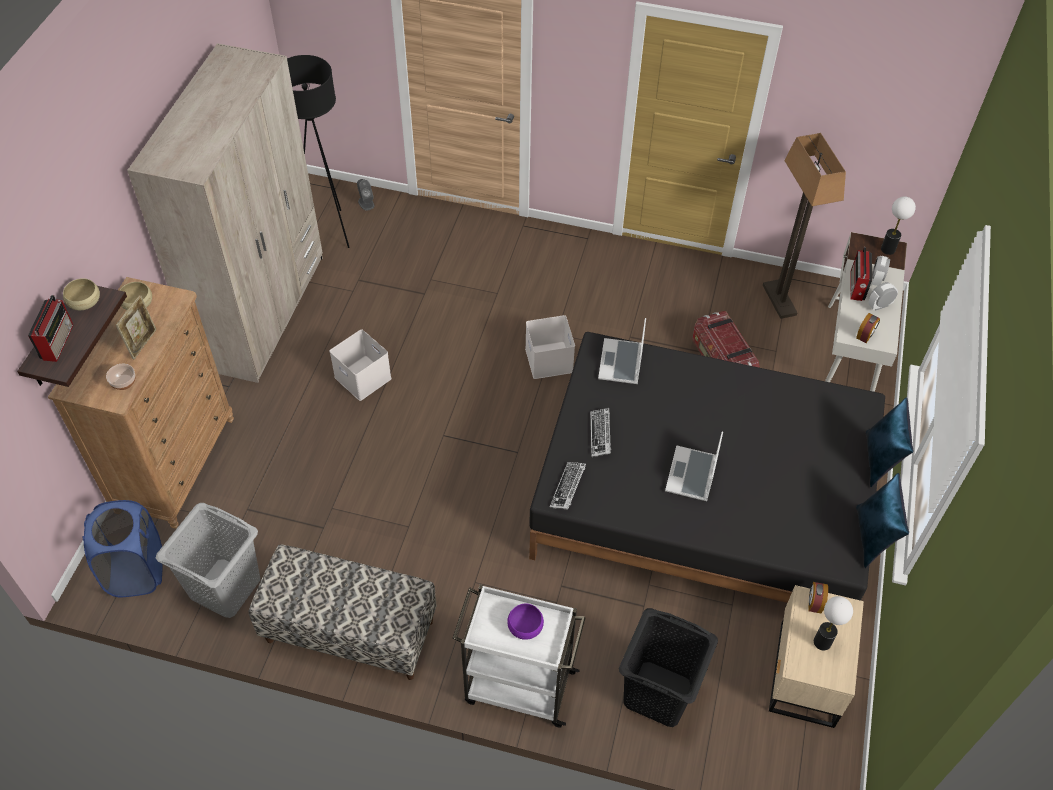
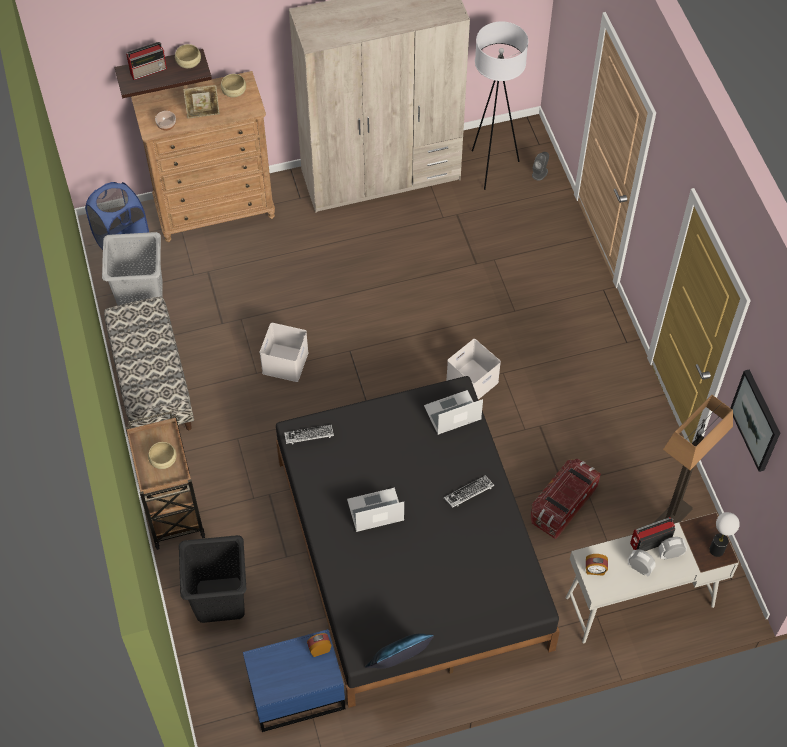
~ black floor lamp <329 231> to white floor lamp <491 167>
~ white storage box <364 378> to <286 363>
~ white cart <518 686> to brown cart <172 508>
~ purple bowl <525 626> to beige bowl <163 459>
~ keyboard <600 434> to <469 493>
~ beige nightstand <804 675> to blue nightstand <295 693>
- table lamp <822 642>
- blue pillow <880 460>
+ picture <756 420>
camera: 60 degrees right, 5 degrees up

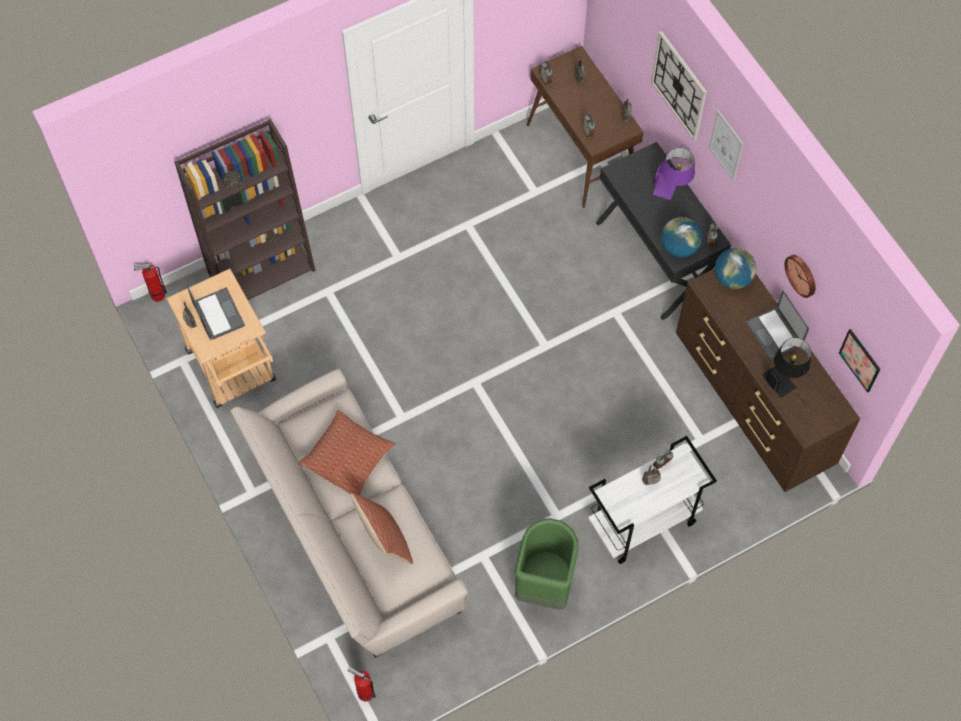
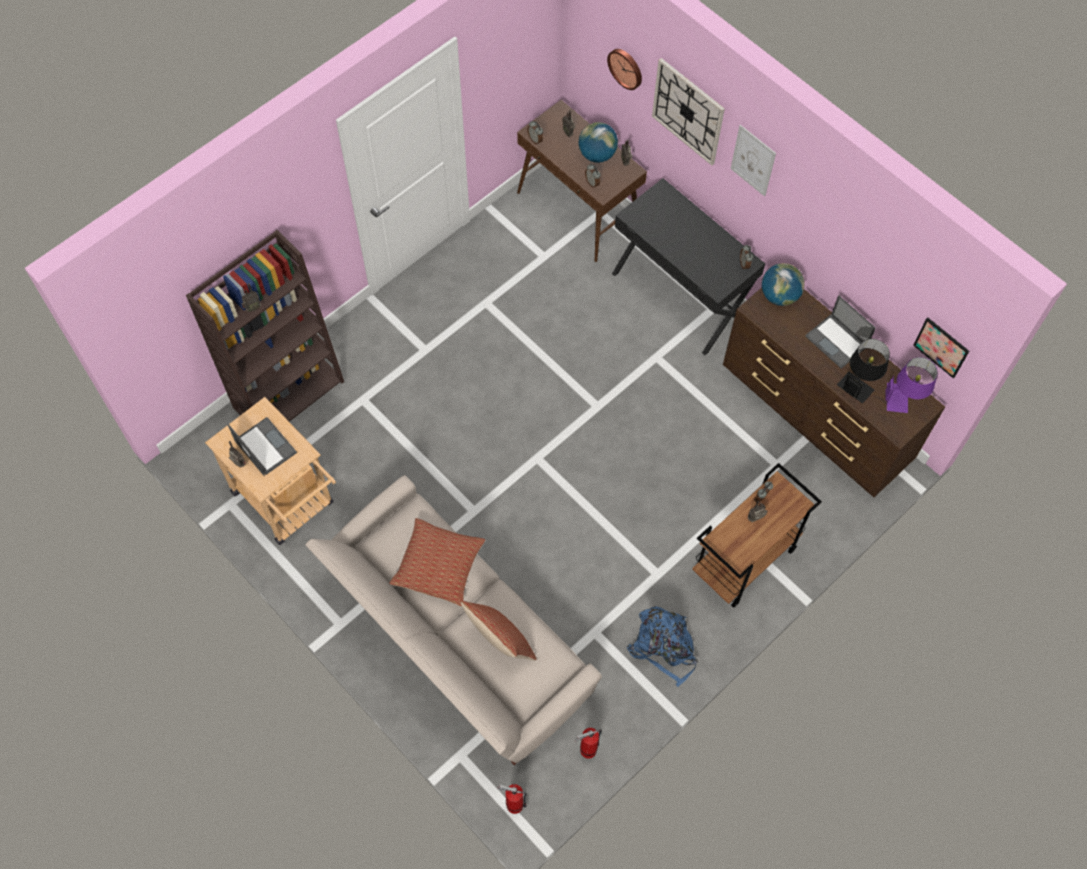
~ fire extinguisher <156 295> to <586 751>
~ green trash can <544 585> to blue backpack <664 647>
~ white cart <642 523> to brown cart <744 561>
~ purple table lamp <672 187> to <904 398>
~ globe <679 247> to <597 154>
~ wall clock <802 275> to <626 68>
camera: 15 degrees left, 0 degrees up

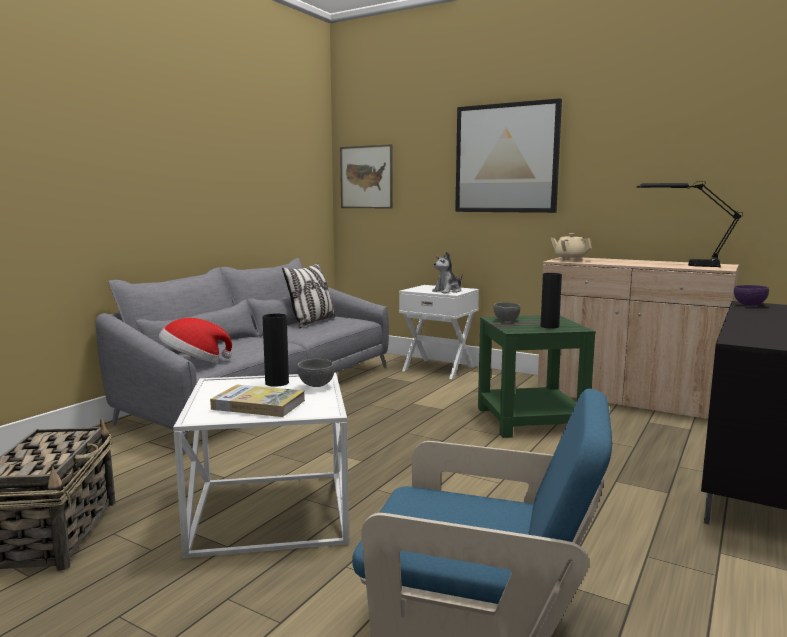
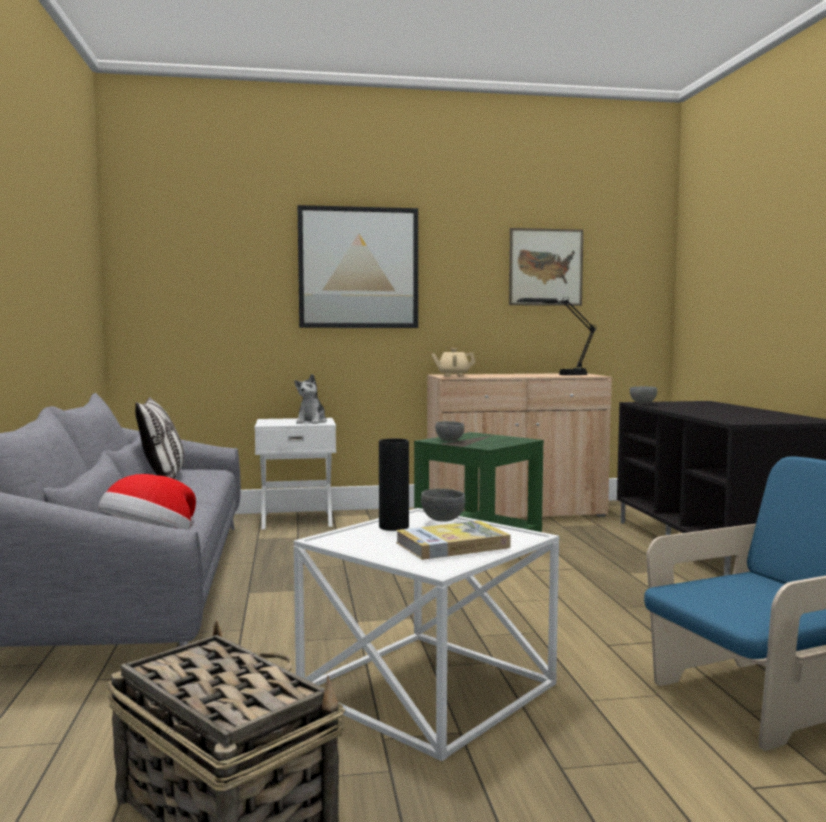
~ picture <366 177> to <545 267>
- black vase <549 326>
~ purple bowl <750 305> to grey bowl <643 403>
camera: 40 degrees left, 5 degrees down

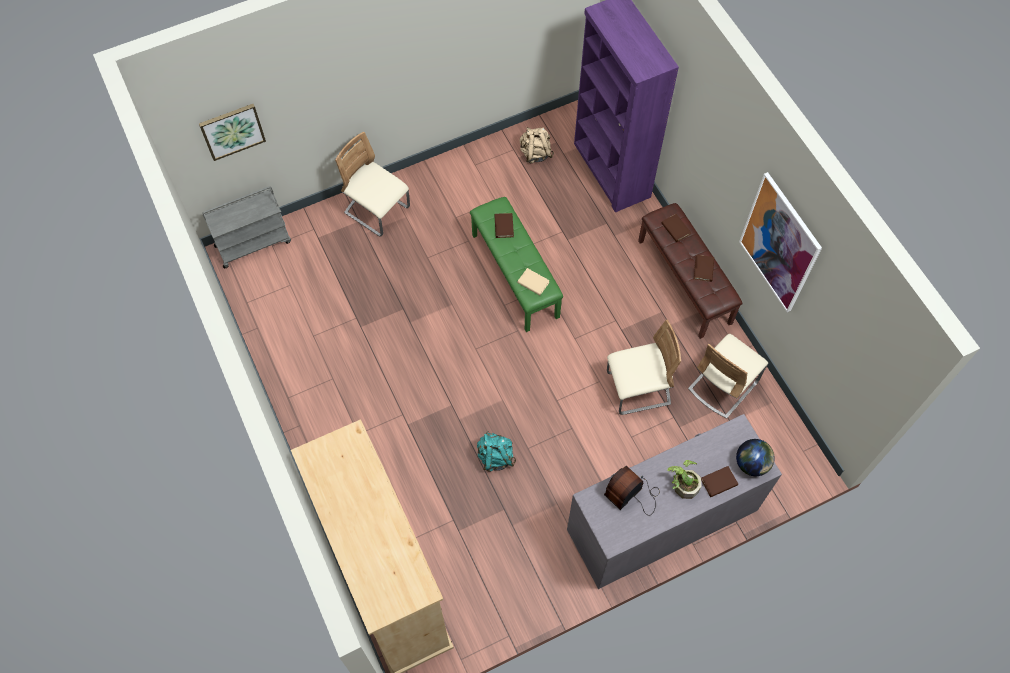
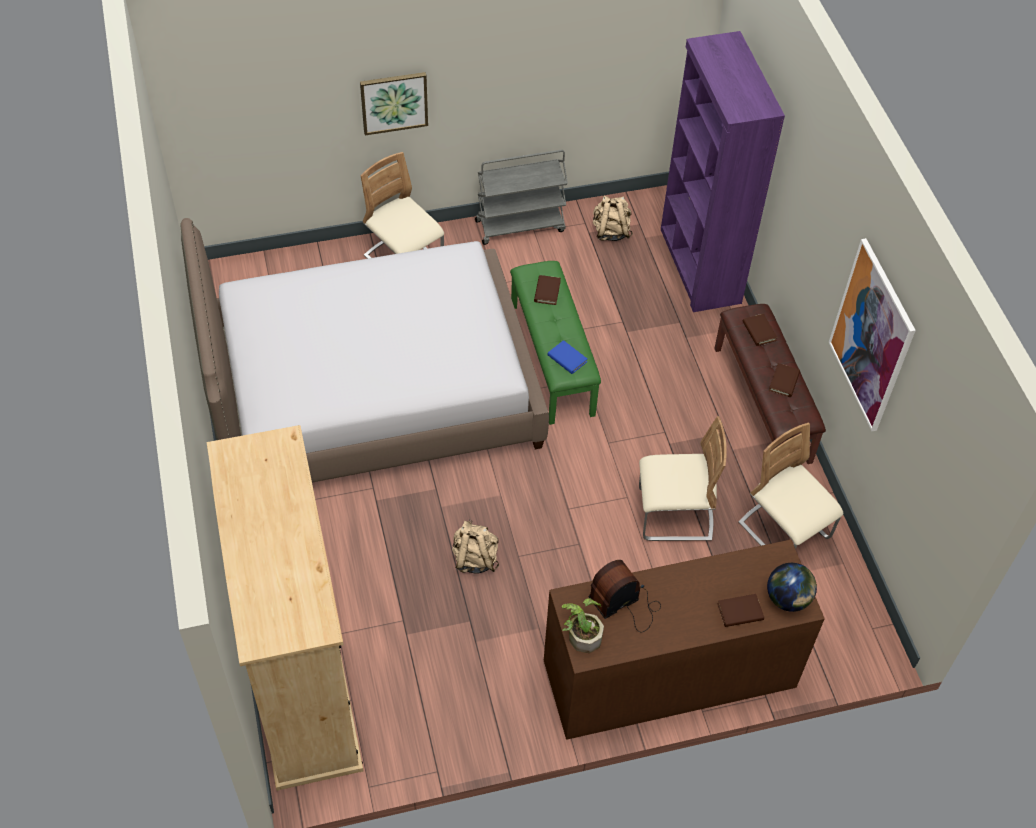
~ picture <232 131> to <394 102>
~ grey cart <253 243> to <520 225>
~ turquoise backpack <495 457> to beige backpack <475 558>
~ beige book <533 283> to blue book <567 359>
~ grey dresser <662 519> to brown dresser <669 673>
~ potted plant <683 484> to <582 634>
~ beige chair <723 385> = <784 531> 90 degrees clockwise
+ bed <371 392>
camera: 10 degrees right, 10 degrees down

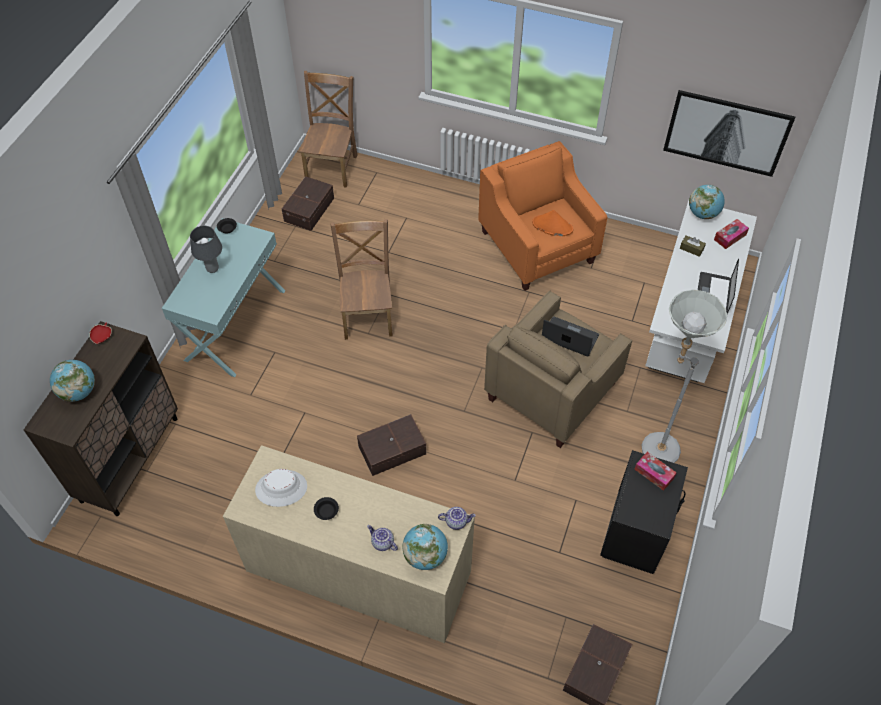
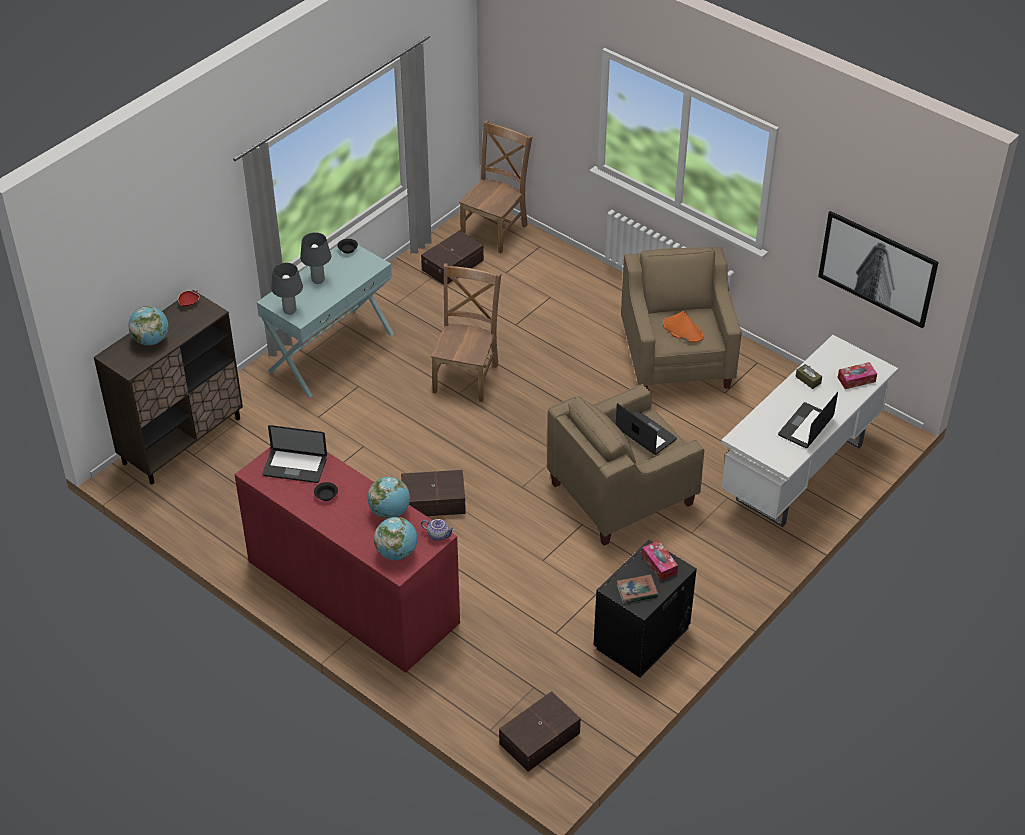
~ beige dresser <358 570> to red dresser <352 591>
~ white hat <281 488> to laptop <295 467>
- teapot <382 543>
~ orange armchair <537 246> to beige armchair <676 358>
- grey floor lamp <653 445>
~ globe <703 214> to <390 512>
+ grey table lamp <289 311>
+ book <637 591>
camera: 20 degrees right, 10 degrees down

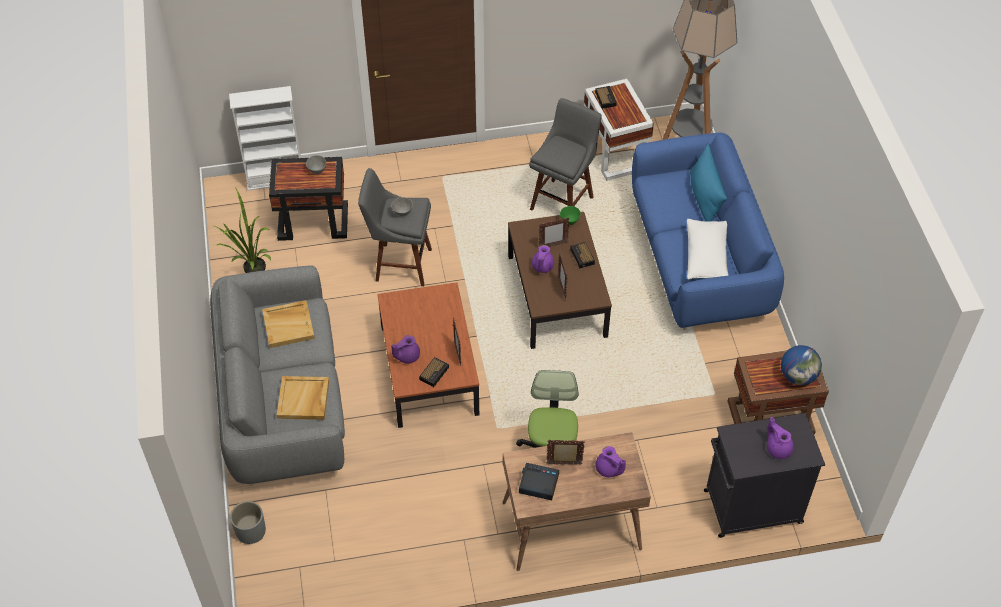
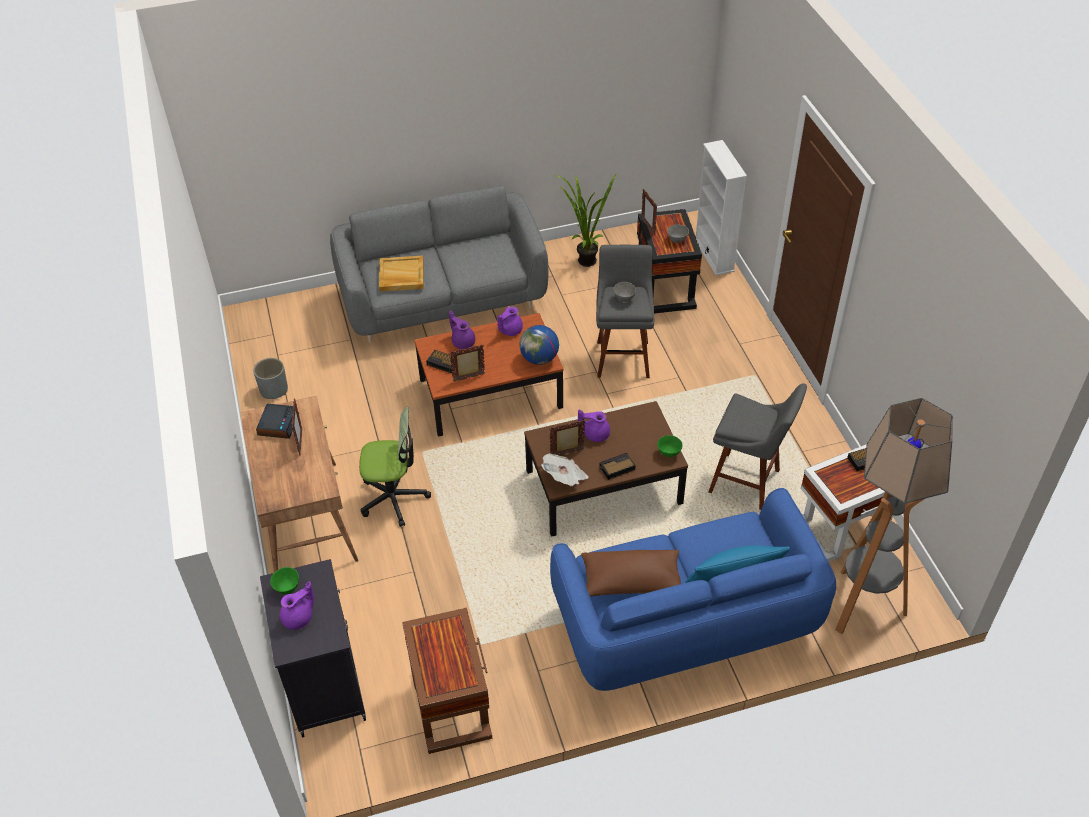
~ grey planter <250 531> to <274 390>
- beige tray <289 325>
~ picture frame <553 245> to <648 227>
~ purple teapot <609 469> to <509 330>
~ white pillow <706 257> to brown pillow <631 581>
~ globe <798 376> to <539 359>
+ green bowl <287 588>
+ newspaper <565 477>
camera: 85 degrees right, 5 degrees down

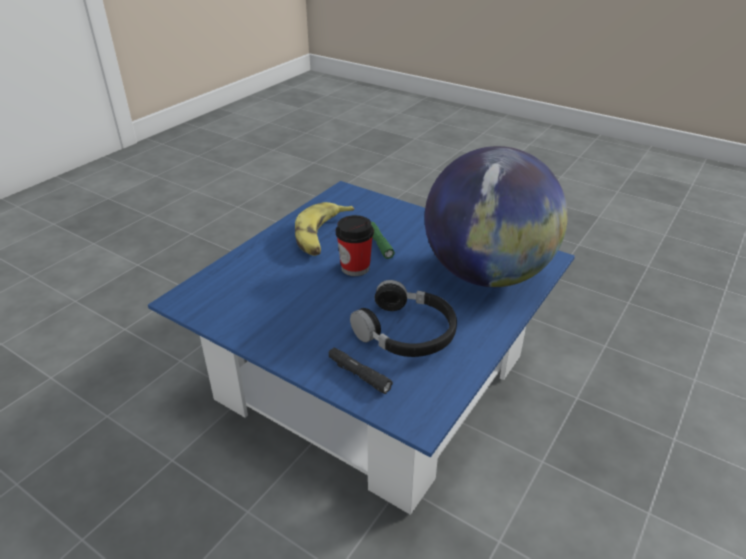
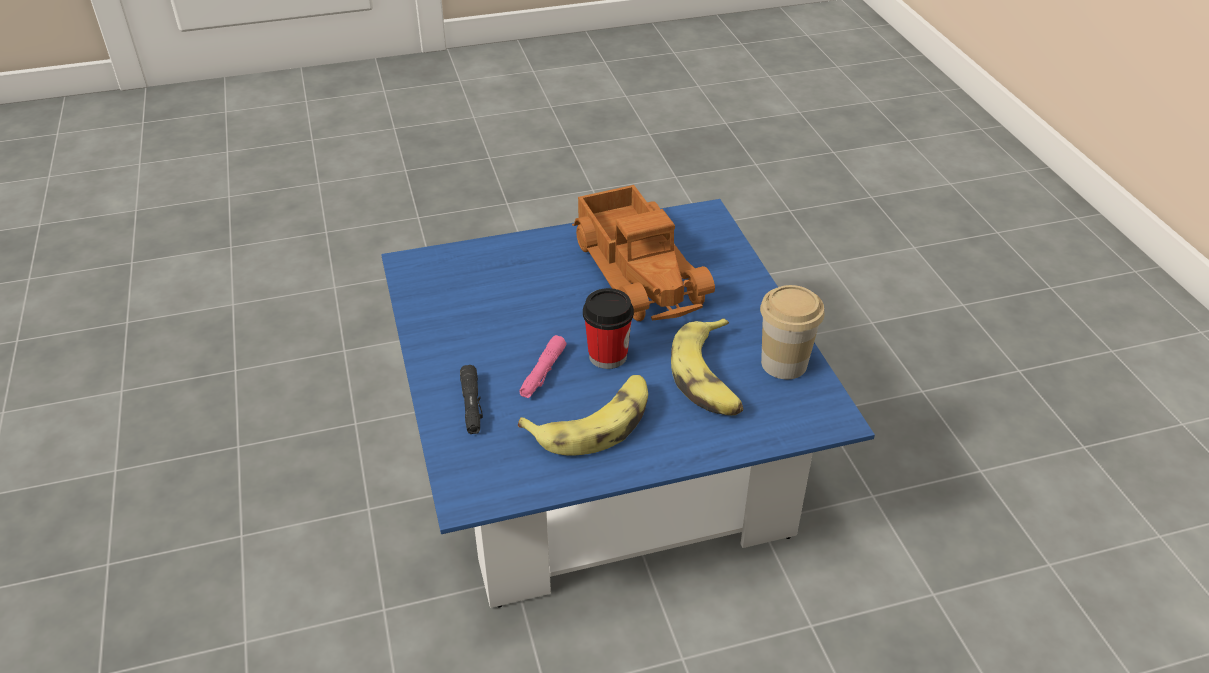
~ black flashlight <358 375> to <472 405>
~ black headphones <406 332> to toy truck <641 269>
~ green flashlight <379 244> to pink flashlight <543 373>
- globe <487 274>
+ banana <710 378>
+ cup <784 363>
camera: 140 degrees left, 5 degrees up

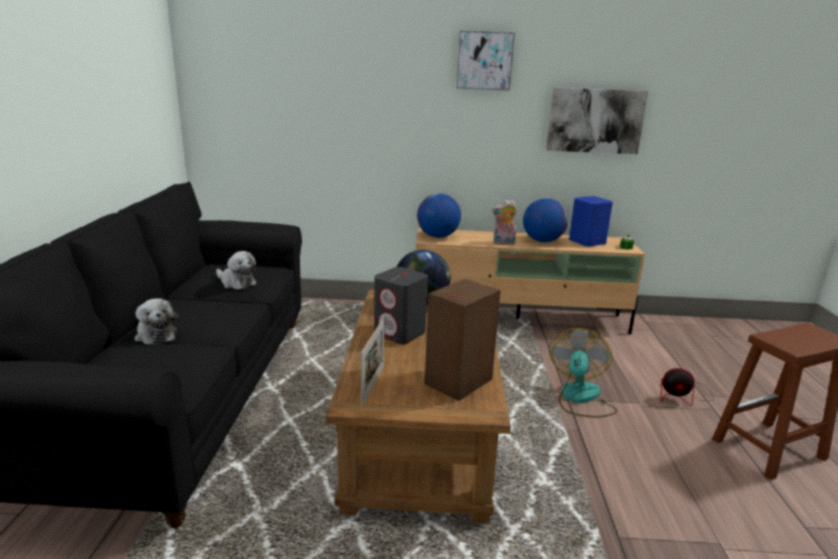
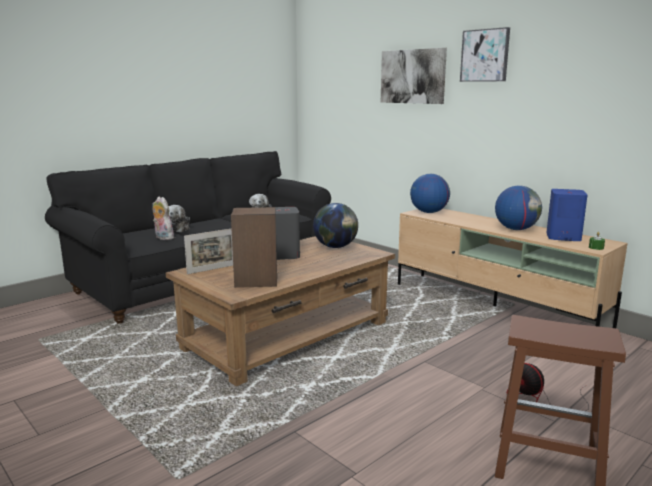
~ plush toy <503 243> to <162 238>
~ picture <595 120> to <413 76>
- fan <580 398>
camera: 45 degrees right, 5 degrees down

